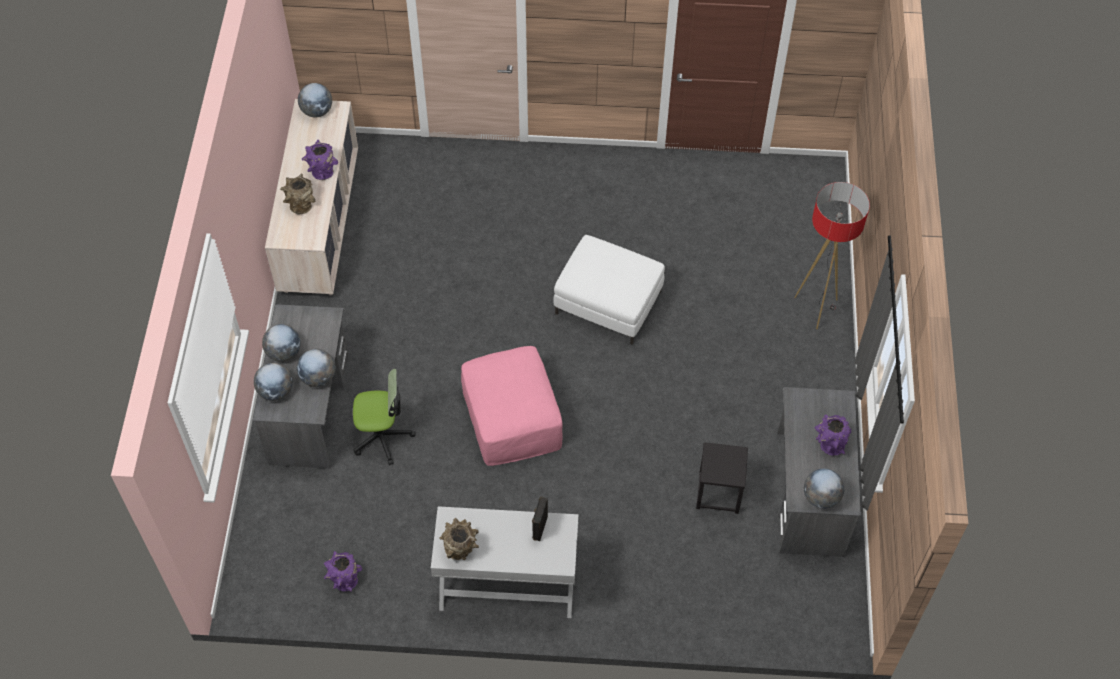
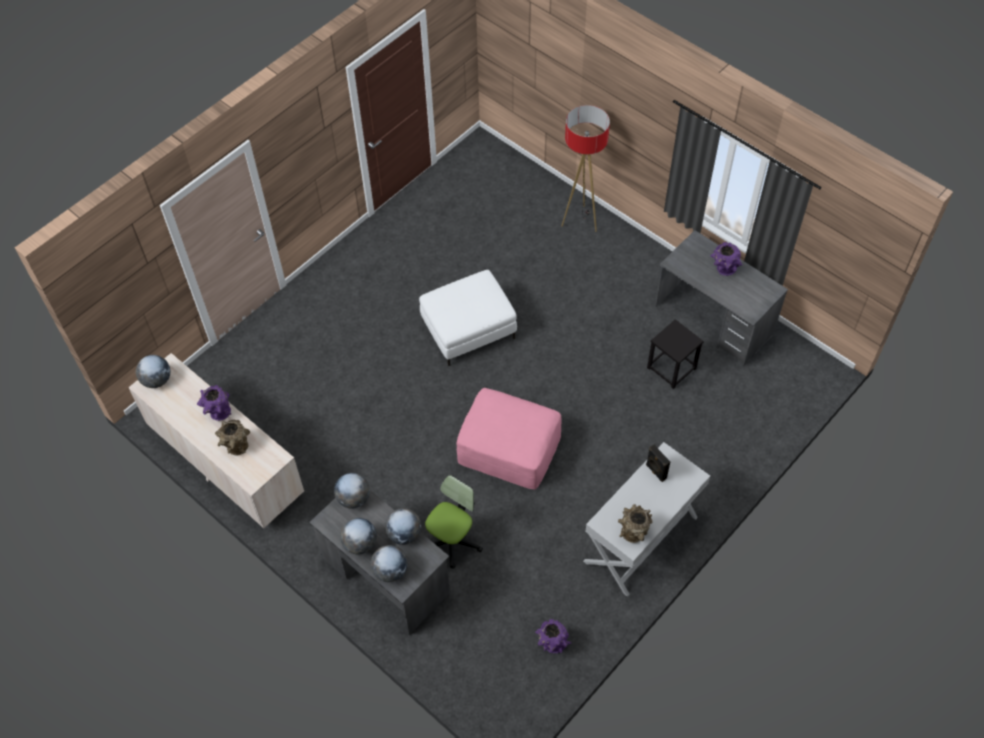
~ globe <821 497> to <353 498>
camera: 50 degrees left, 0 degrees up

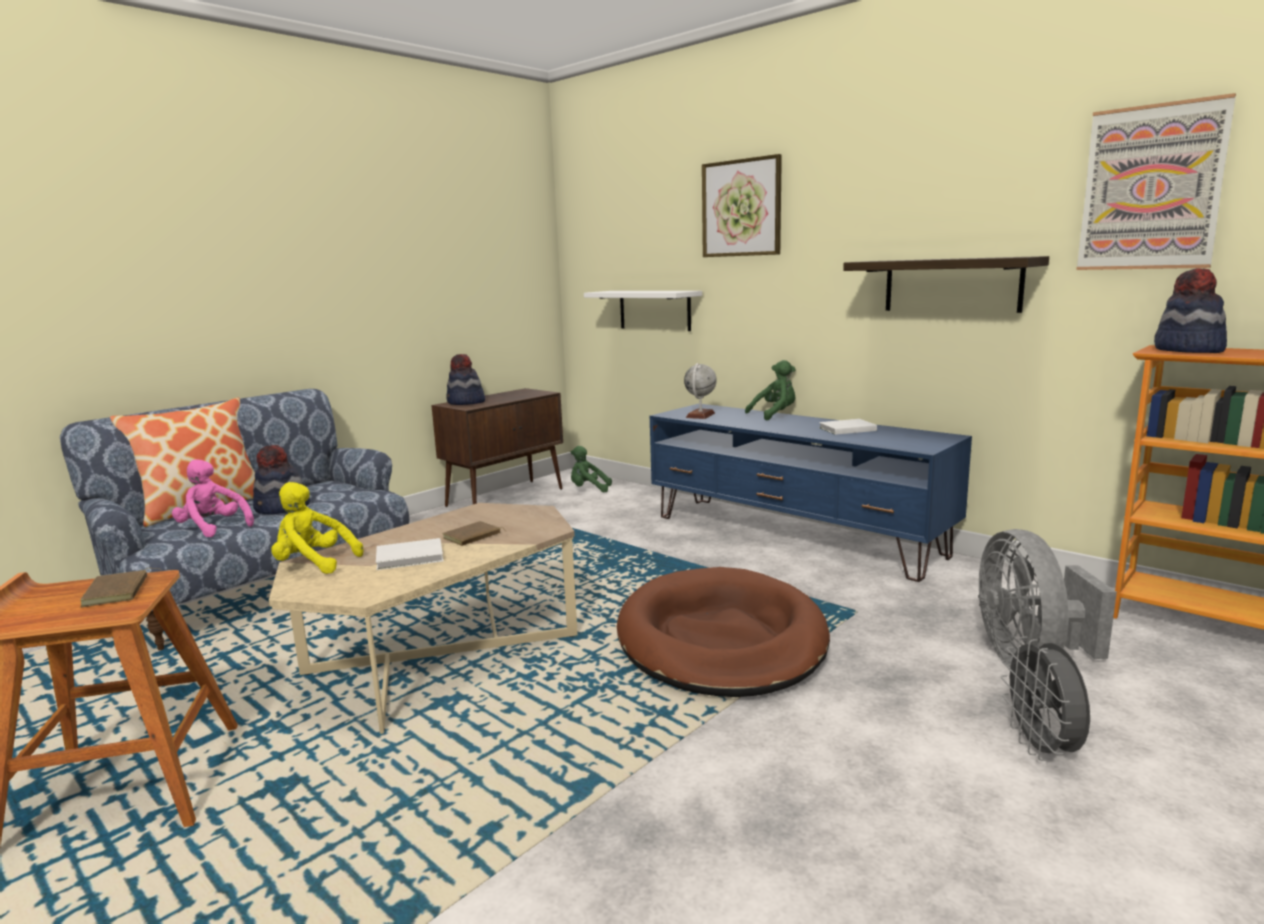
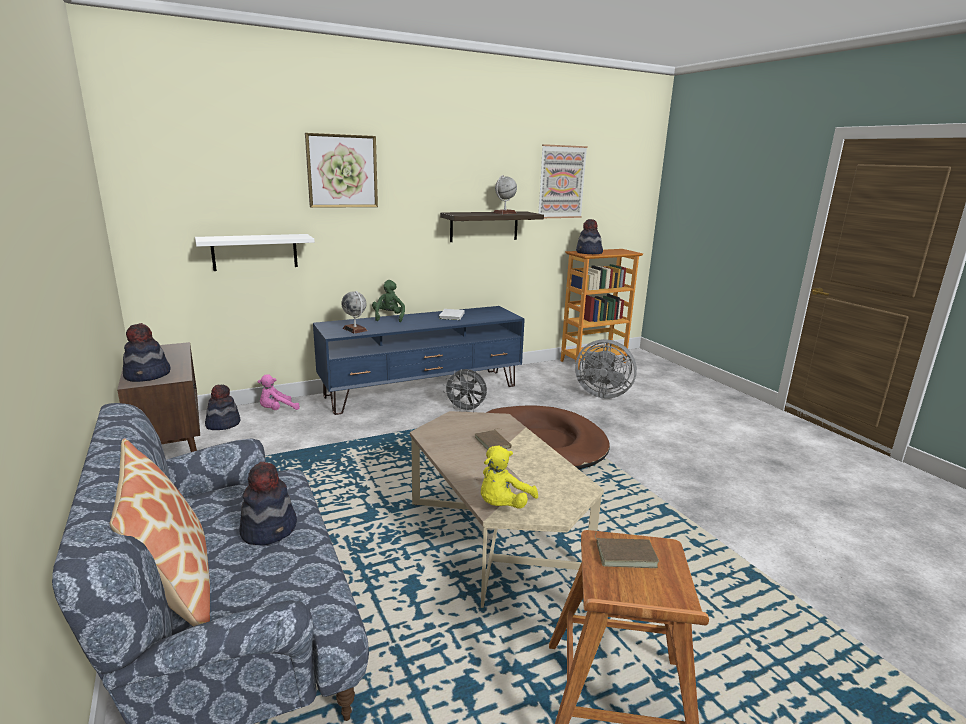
~ pink plush toy <213 528> to <277 410>
- white book <412 557>
~ green plush toy <588 489> to hat <223 424>
~ grey fan <1042 749> to <466 410>
+ globe <504 213>
camera: 70 degrees left, 5 degrees up

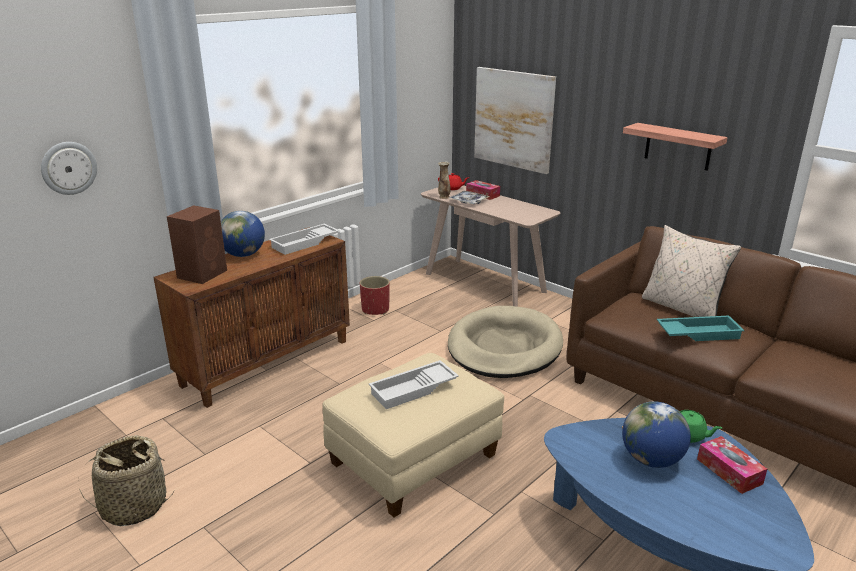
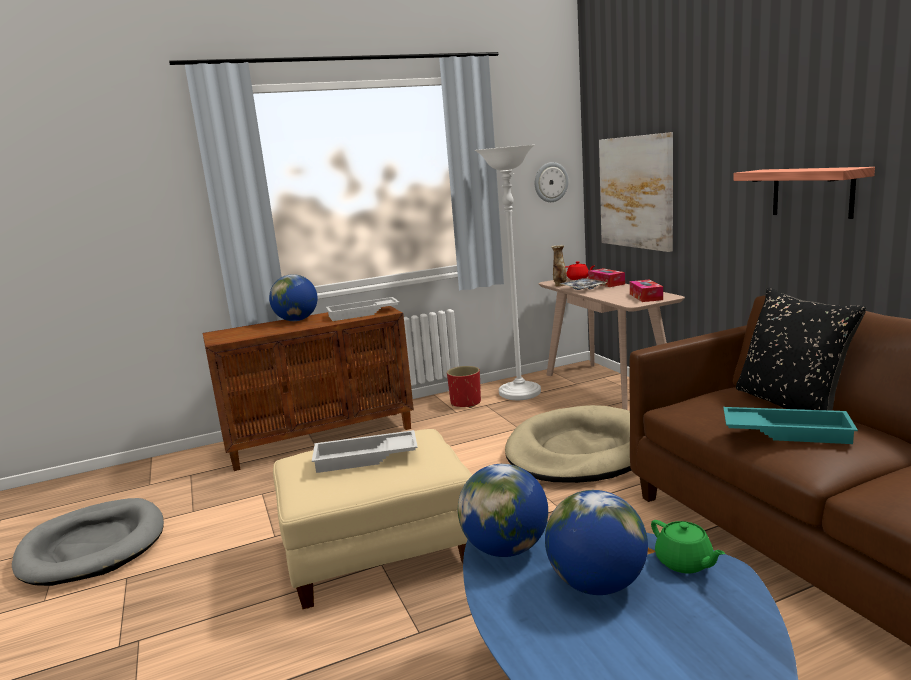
~ wall clock <68 168> to <550 182>
~ basket <134 506> to grey dog bed <93 546>
- brown speaker <203 273>
~ beige pillow <682 308> to black pillow <790 403>
~ tissue box <729 471> to <646 297>
+ globe <505 549>
+ white floor lamp <520 393>
camera: 25 degrees right, 10 degrees down

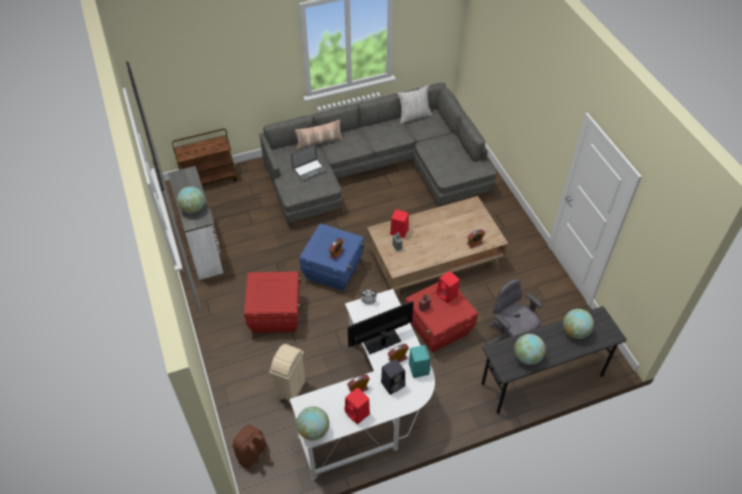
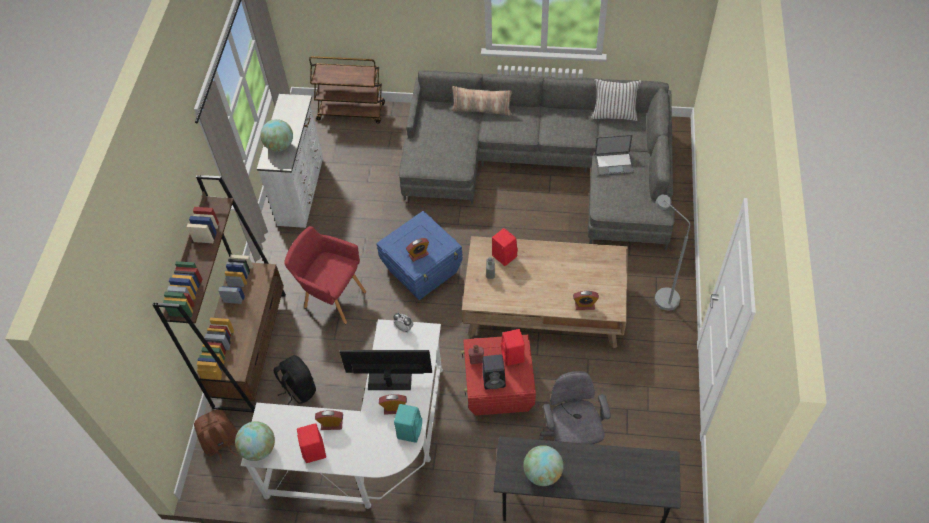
~ red storage box <276 314> to red armchair <332 297>
~ beige trash can <290 390> to black backpack <298 389>
~ laptop <309 169> to <614 163>
~ black speaker <393 383> to <494 380>
- globe <575 332>
+ brown bookcase <250 349>
+ grey floor lamp <661 295>
camera: 30 degrees right, 5 degrees up

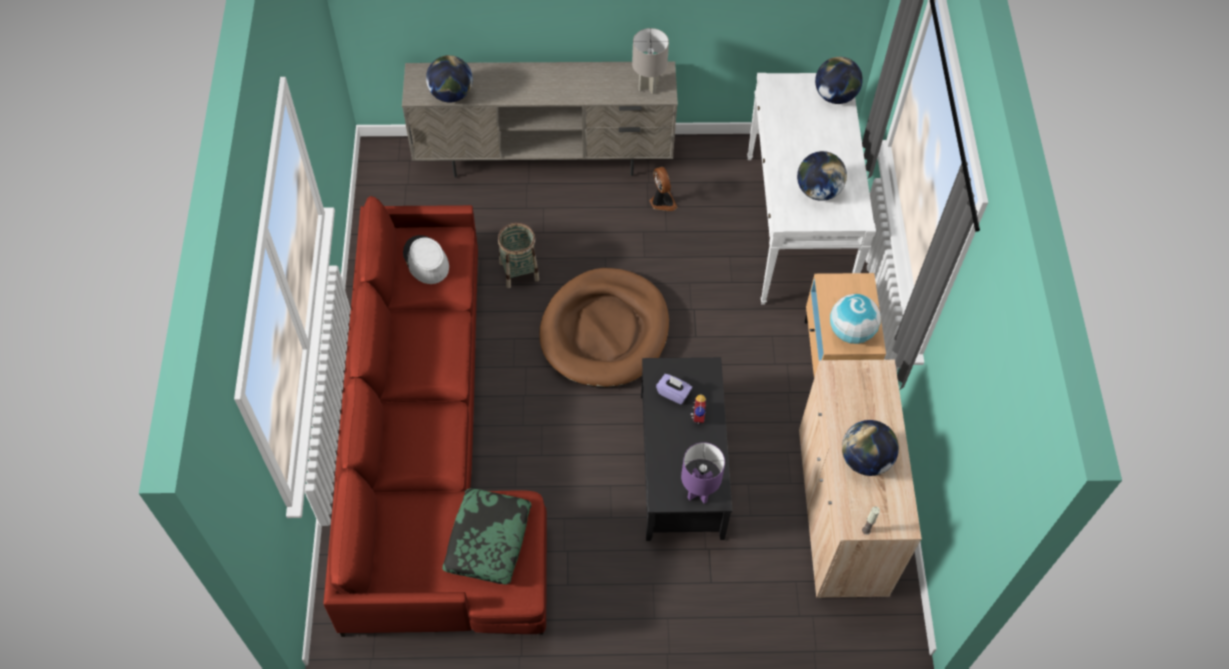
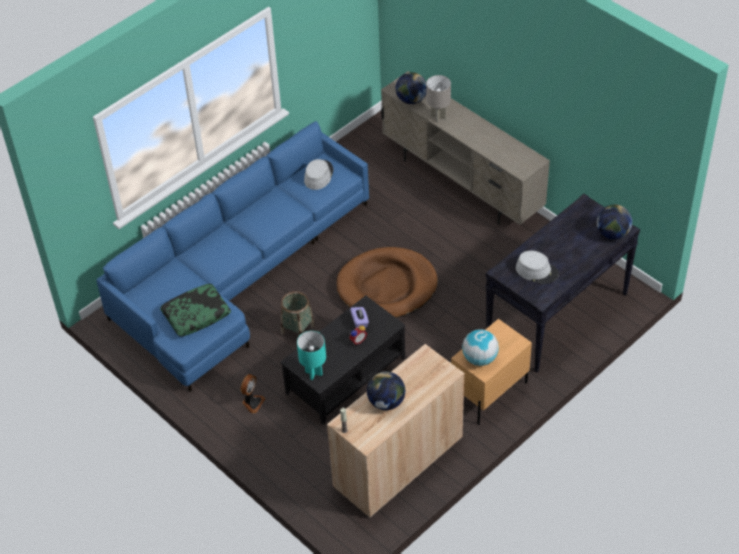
~ red sofa <429 452> to blue sofa <237 275>
~ basket <519 271> to <297 329>
~ grey table lamp <648 86> to <438 117>
~ fan <662 202> to <252 402>
~ purple table lamp <698 493> to turquoise table lamp <313 373>
~ white console table <797 228> to black console table <557 315>
~ globe <818 190> to grey hat <537 271>
camera: 50 degrees right, 10 degrees down

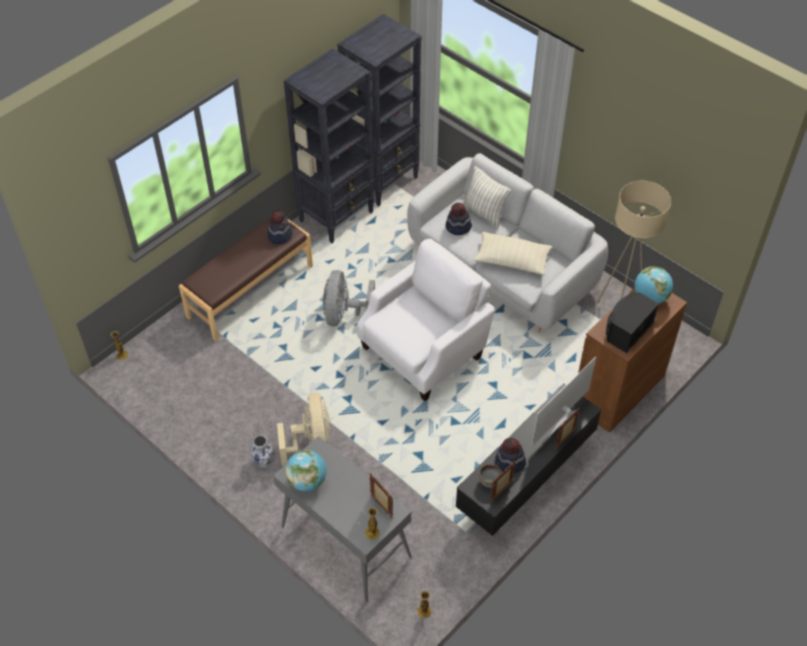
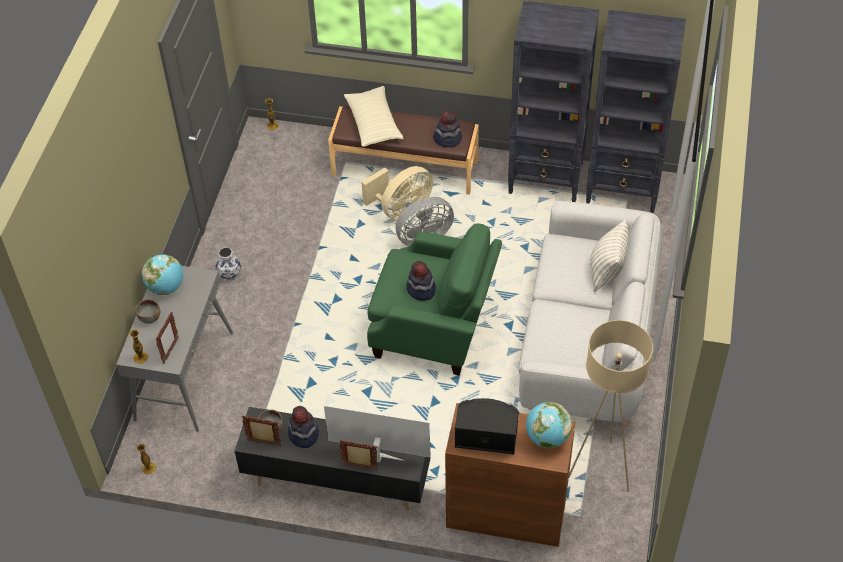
~ beige fan <311 442> to <401 209>
~ white armchair <424 351> to green armchair <434 328>
~ hat <458 227> to <421 290>
~ beige pillow <512 260> to <373 124>
+ grey bowl <149 318>
camera: 60 degrees right, 0 degrees up

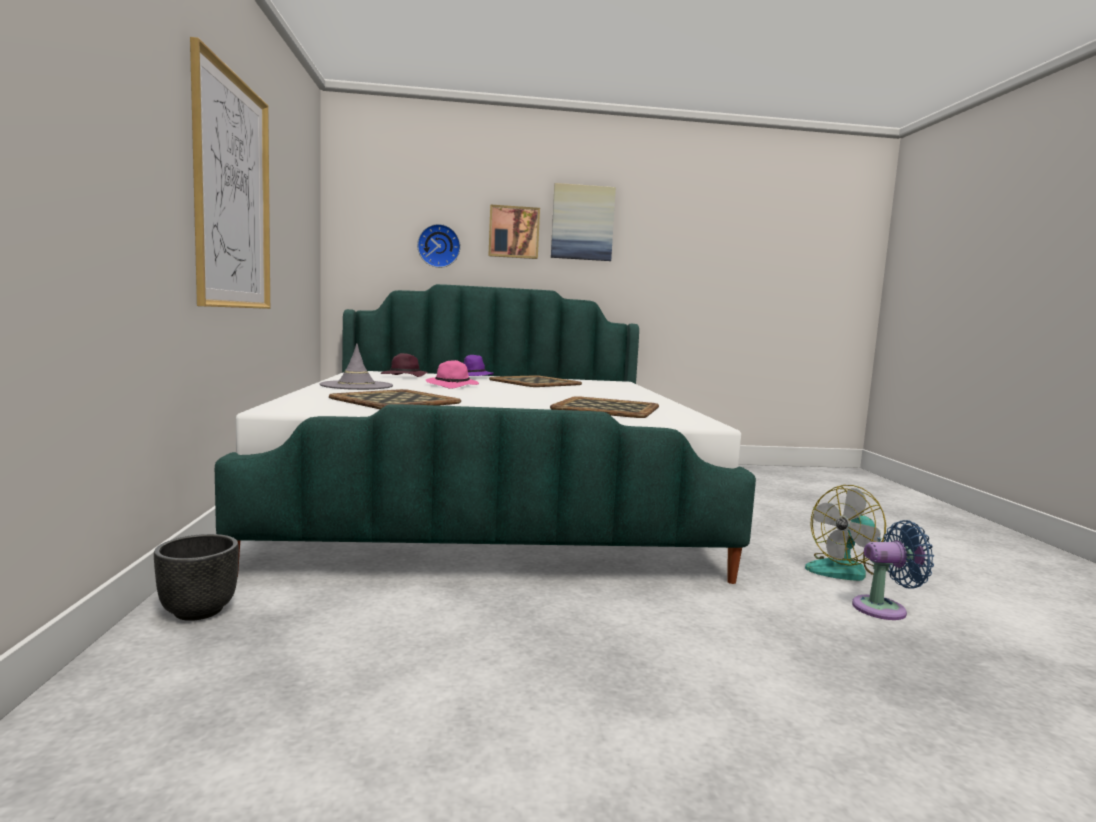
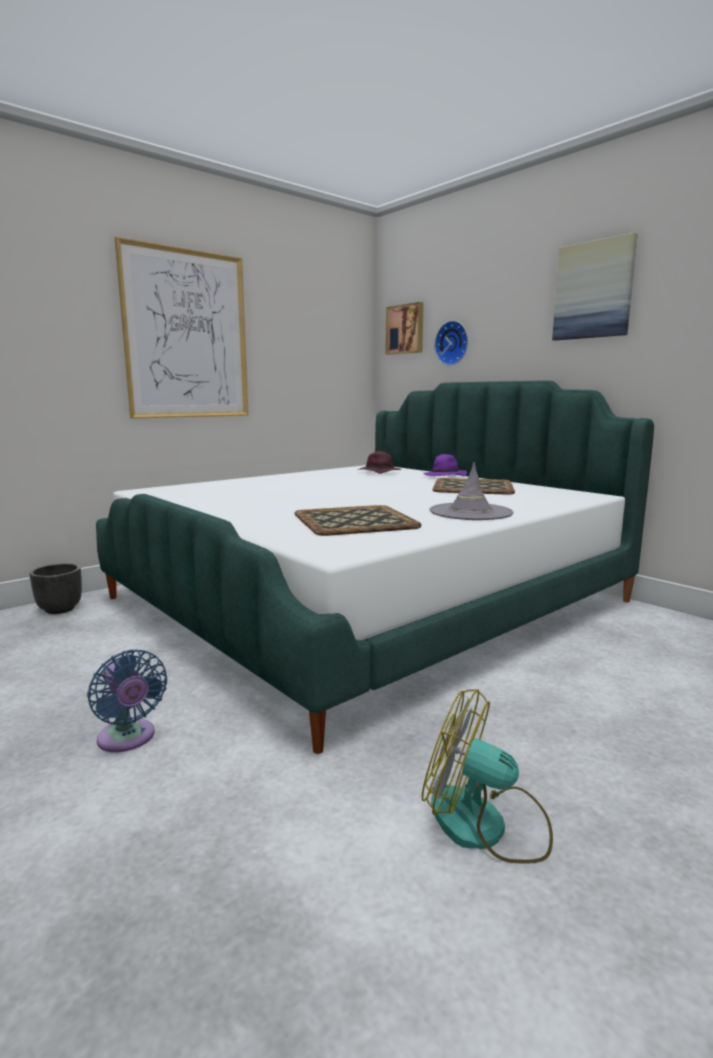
~ grey hat <356 386> to <470 512>
- tray <394 400>
- pink hat <453 386>
~ picture <514 232> to <405 329>
~ blue fan <884 609> to <128 739>
camera: 55 degrees right, 5 degrees up

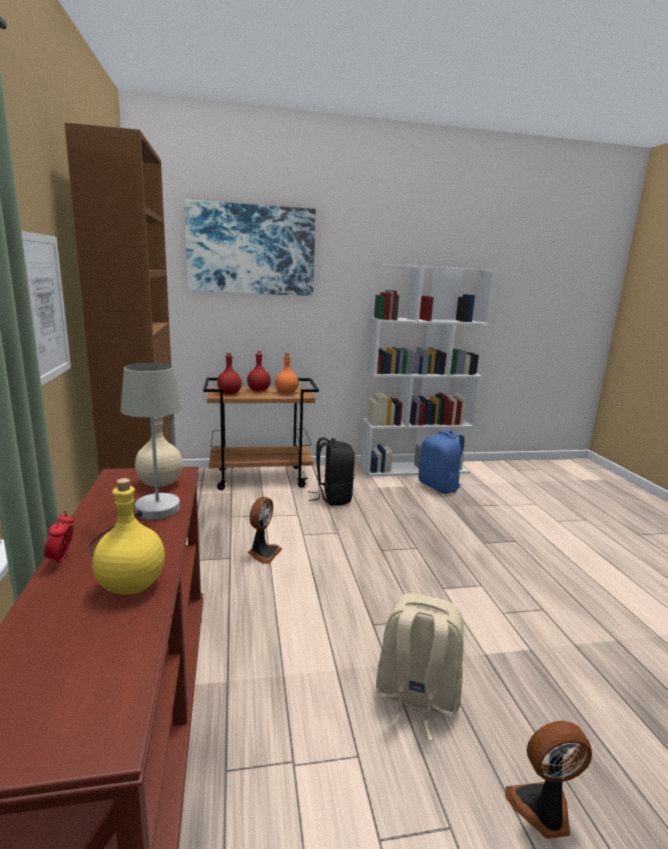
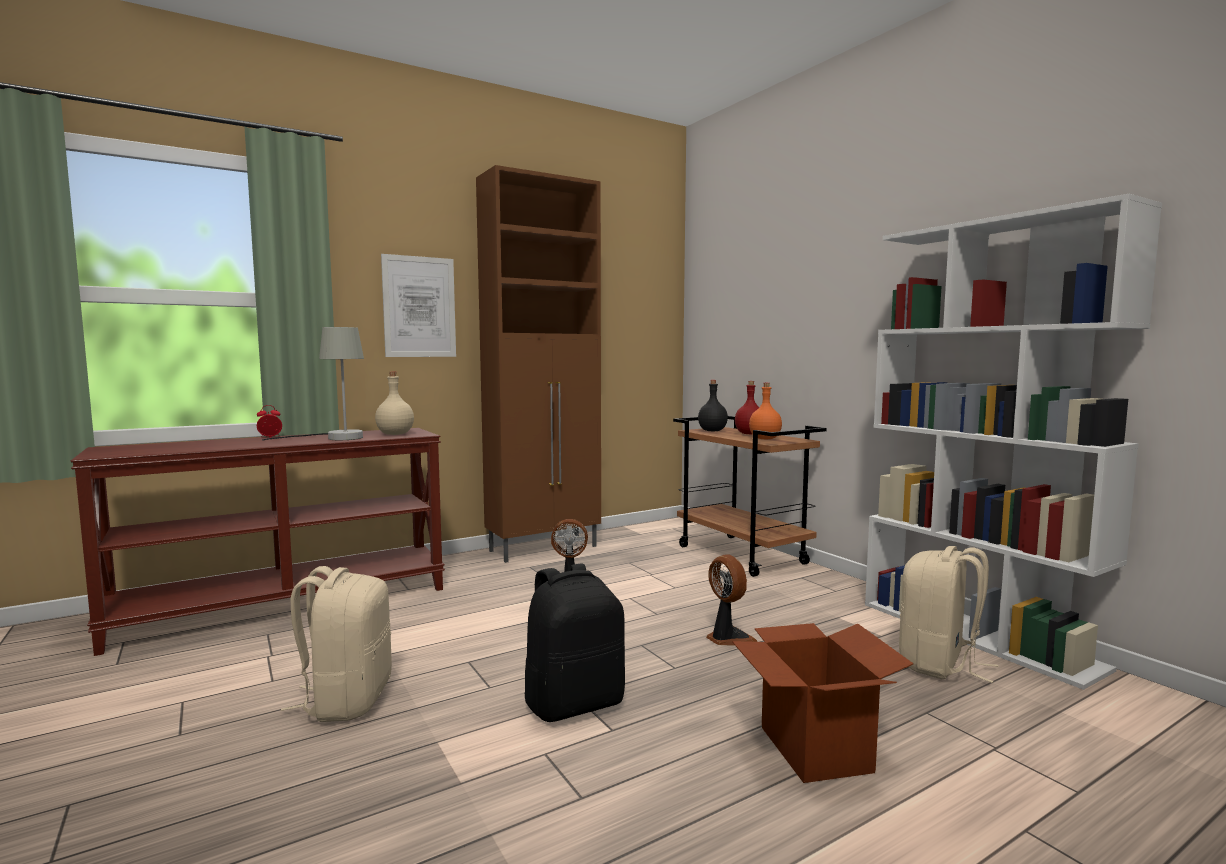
- yellow bottle <132 585>
- picture <251 250>
~ red bottle <229 393> to black bottle <712 431>
~ black backpack <332 497> to <574 703>
~ blue backpack <439 487> to beige backpack <939 664>
~ fan <542 810> to <727 638>
+ cardboard box <814 748>
camera: 70 degrees right, 10 degrees down

